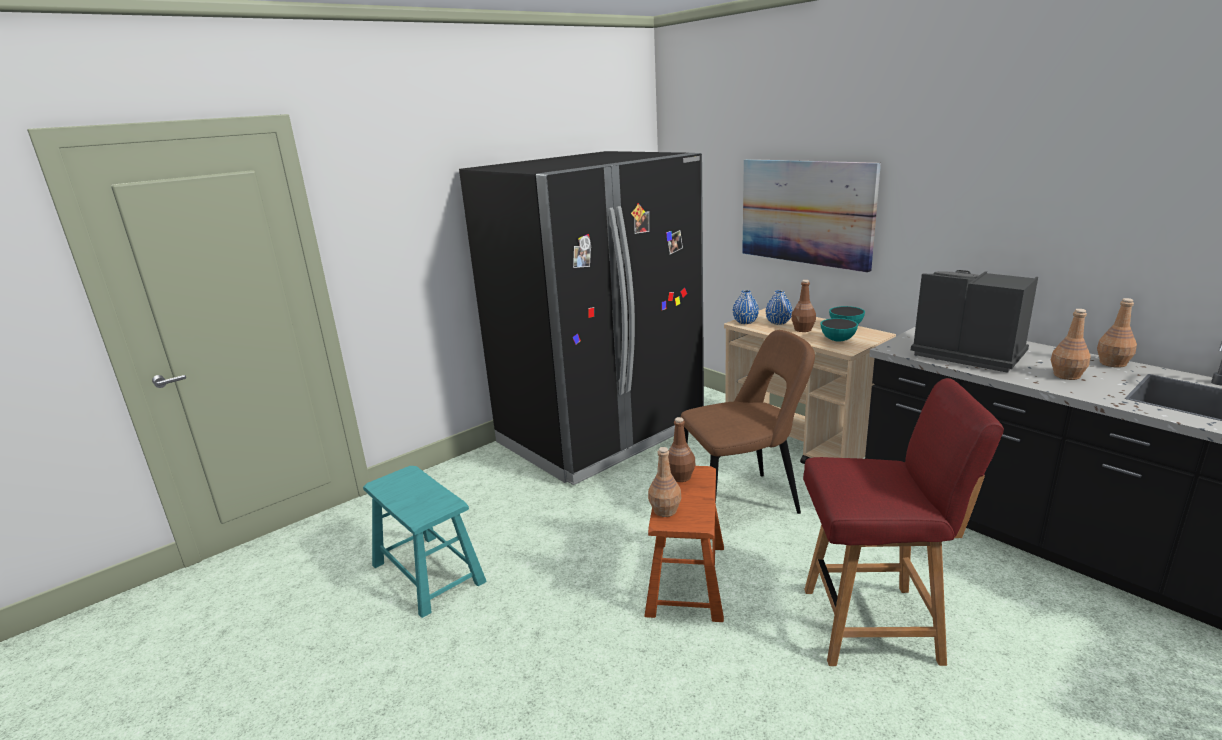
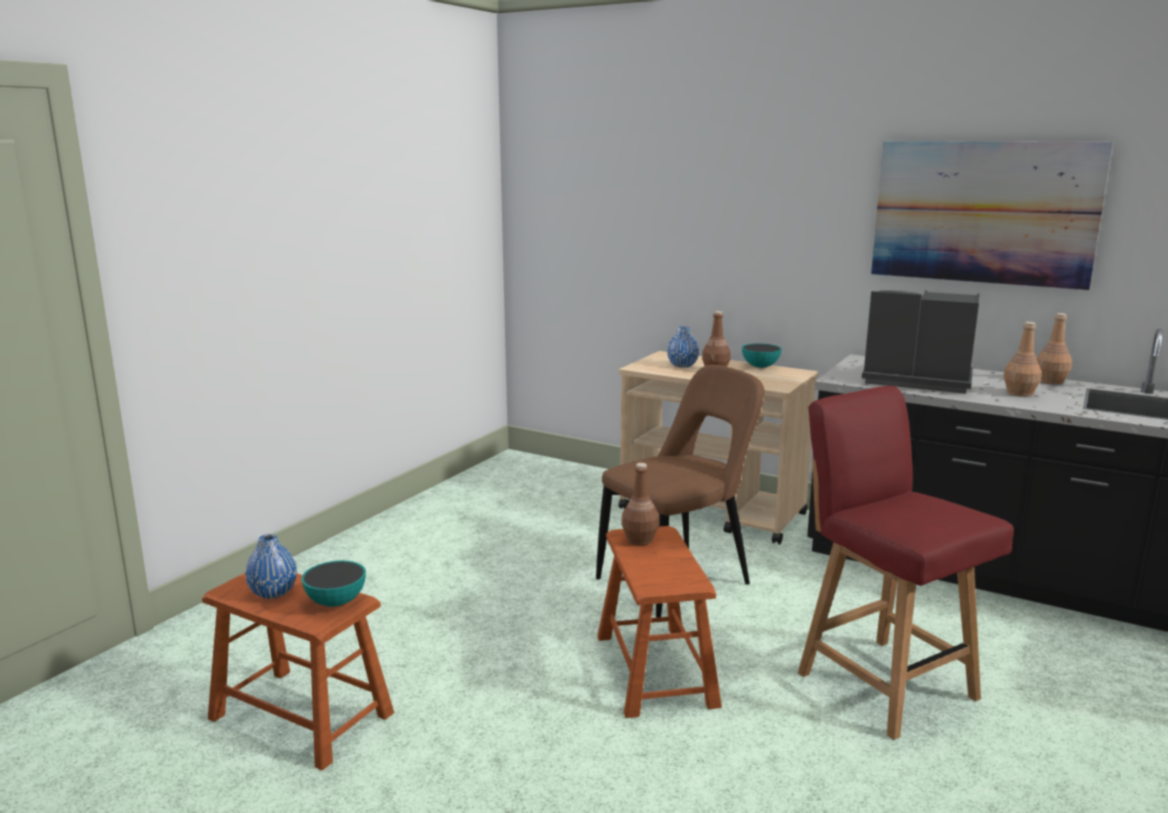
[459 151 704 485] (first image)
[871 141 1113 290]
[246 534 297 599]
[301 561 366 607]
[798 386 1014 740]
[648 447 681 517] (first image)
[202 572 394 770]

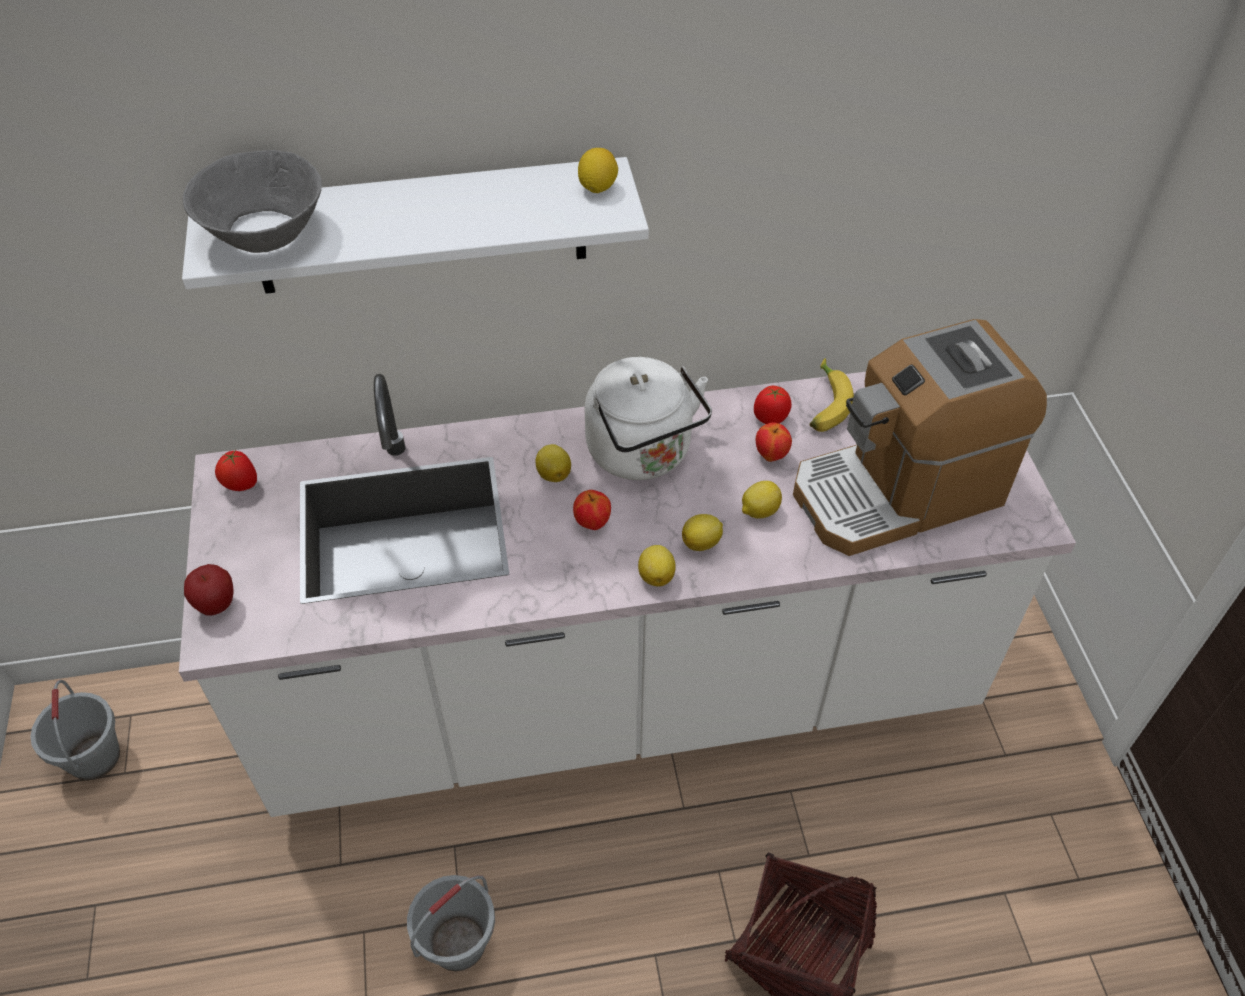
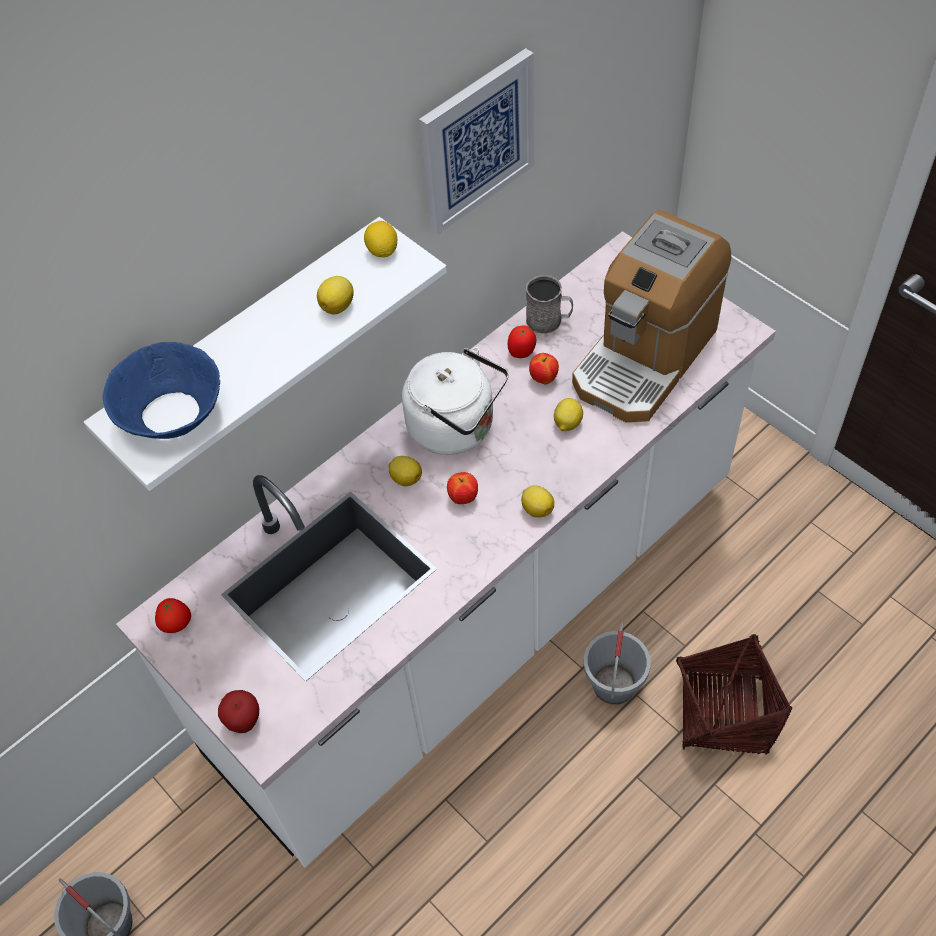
[102 342 220 439]
[526 275 573 334]
[317 276 354 314]
[584 621 651 704]
[419 48 534 235]

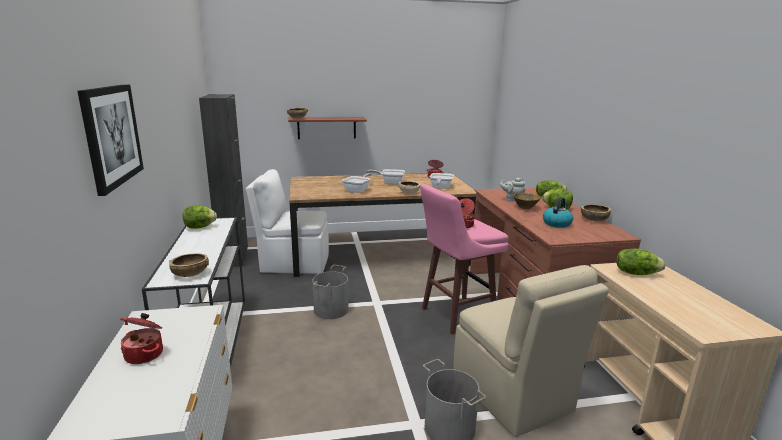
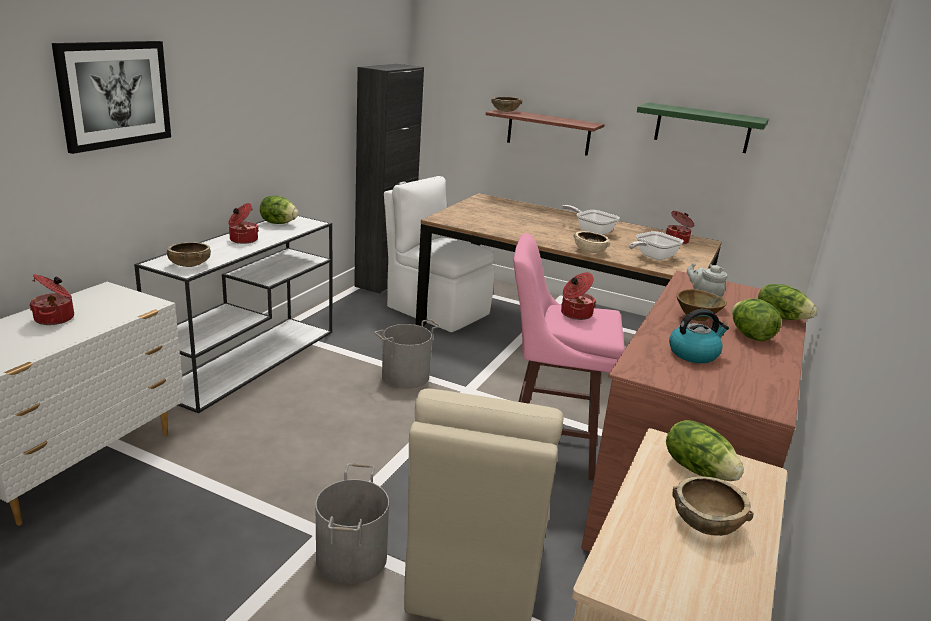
[342 173 371 193] (first image)
[672 476 754 536]
[637 103 769 153]
[229 203 259 244]

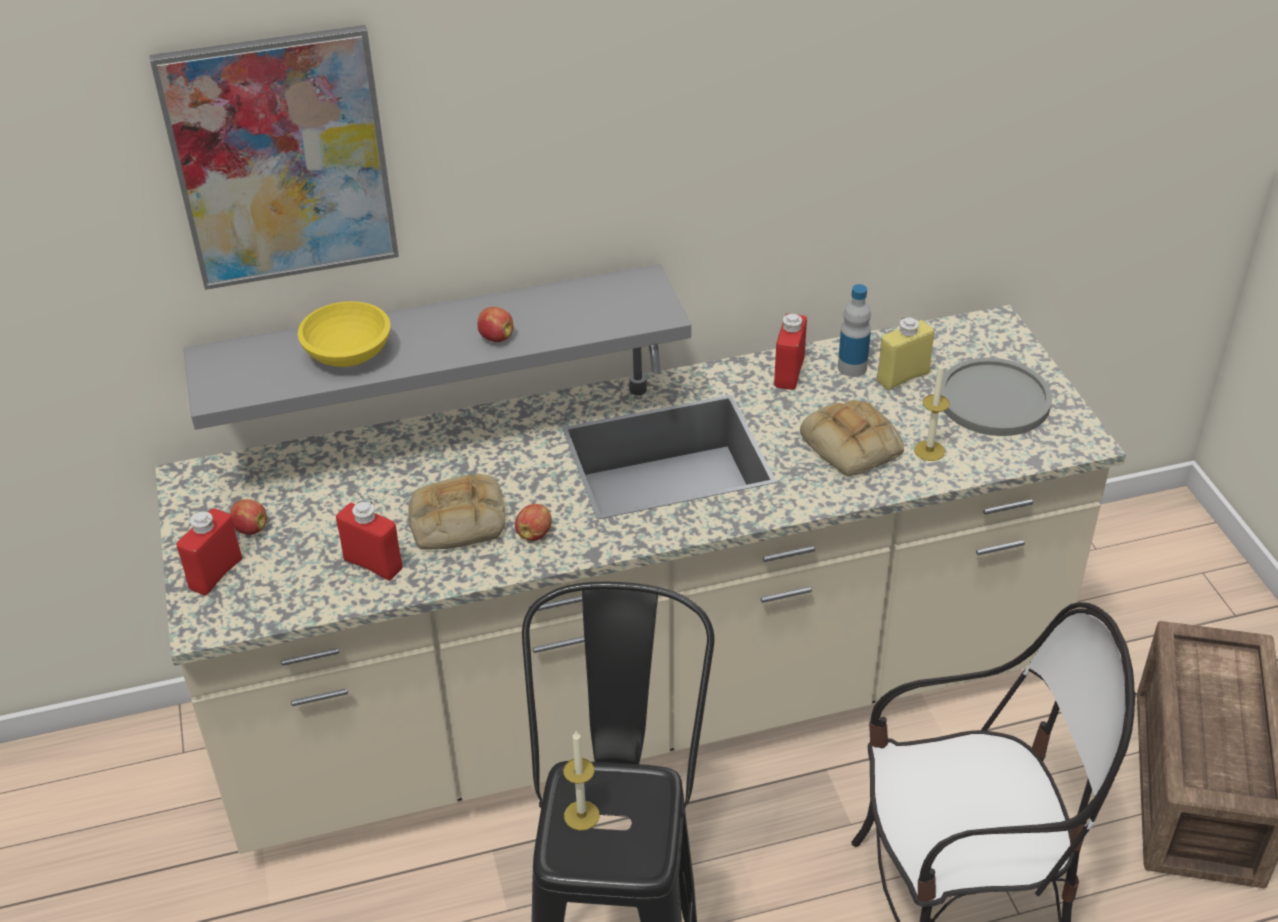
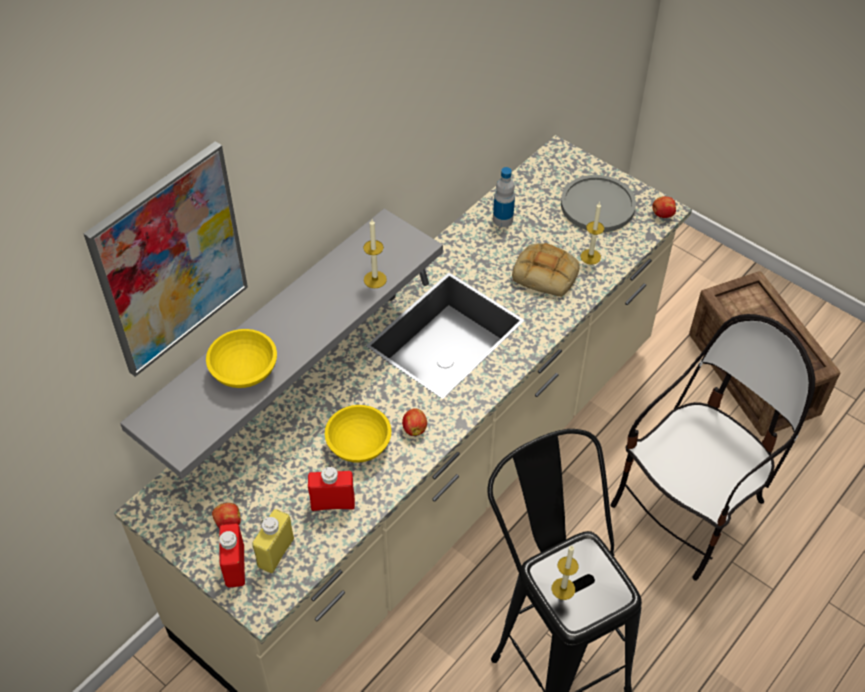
[652 196 676 218]
[774 314 807 390] (first image)
[252 509 294 573]
[325 405 391 463]
[363 219 387 288]

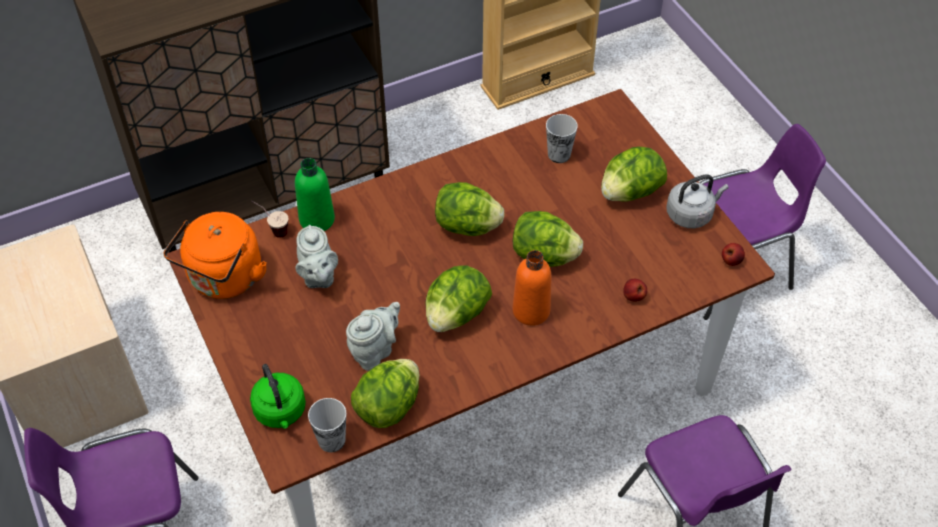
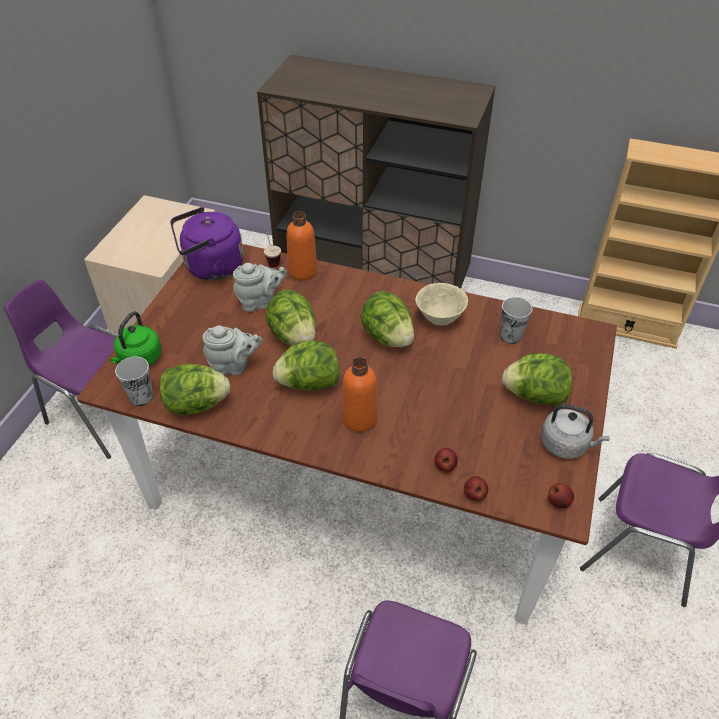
[286 211 317 280]
[265 289 316 346]
[170 207 243 280]
[233 263 287 312]
[415 283 468 325]
[464 476 488 501]

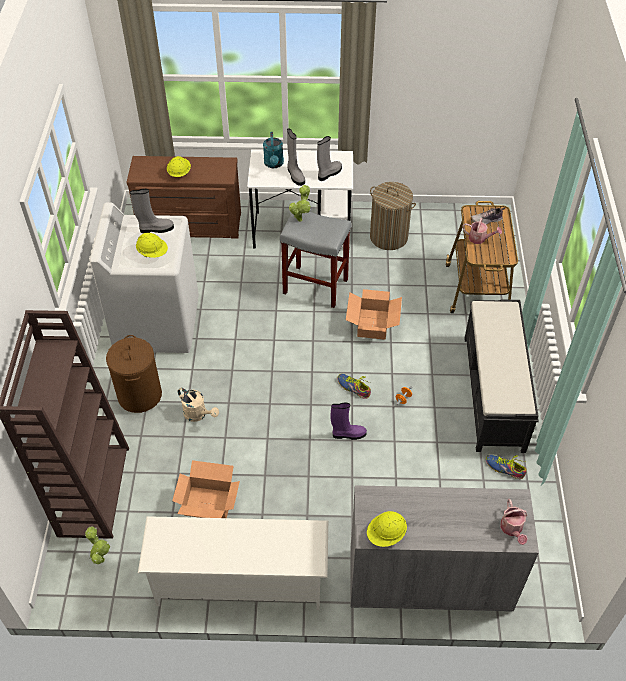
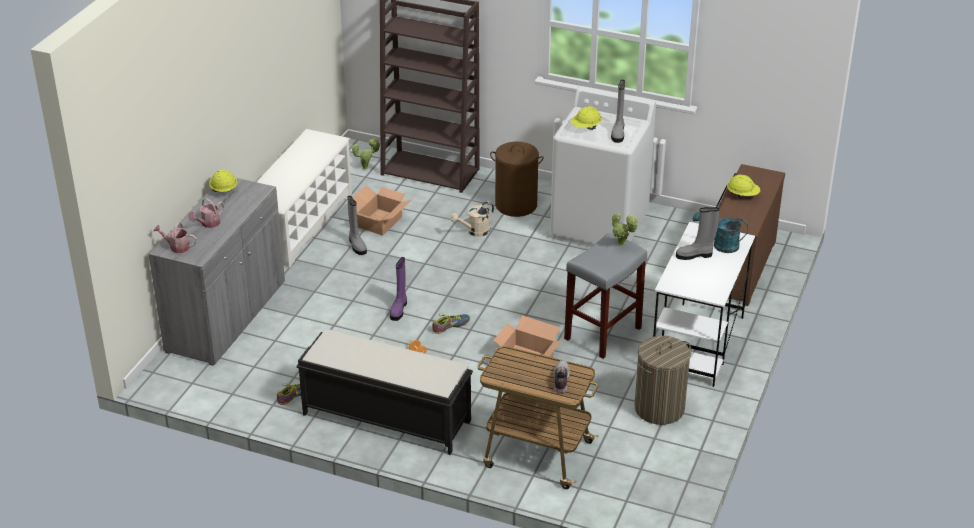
[347 196 367 255]
[188 198 224 228]

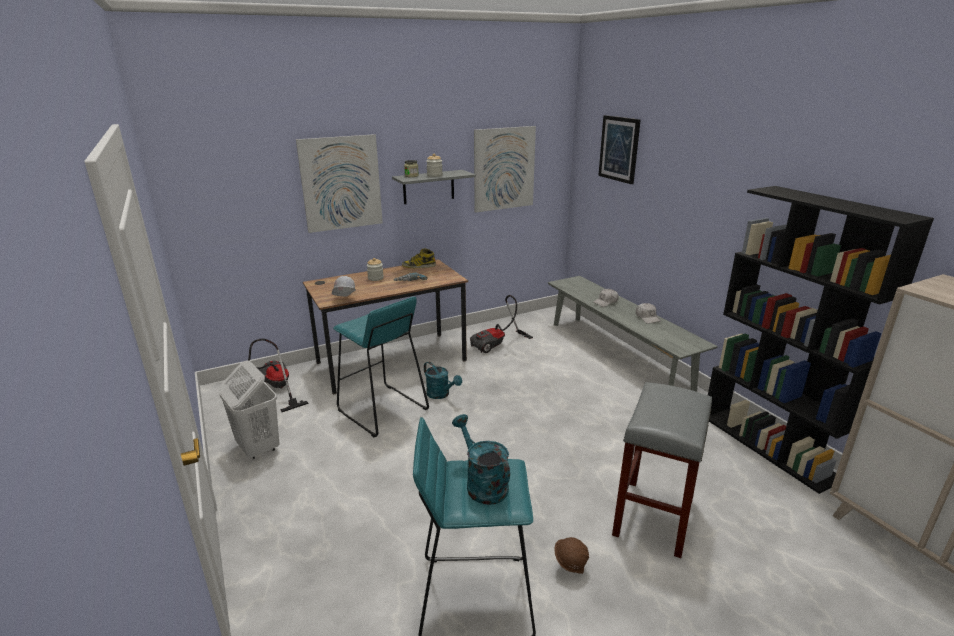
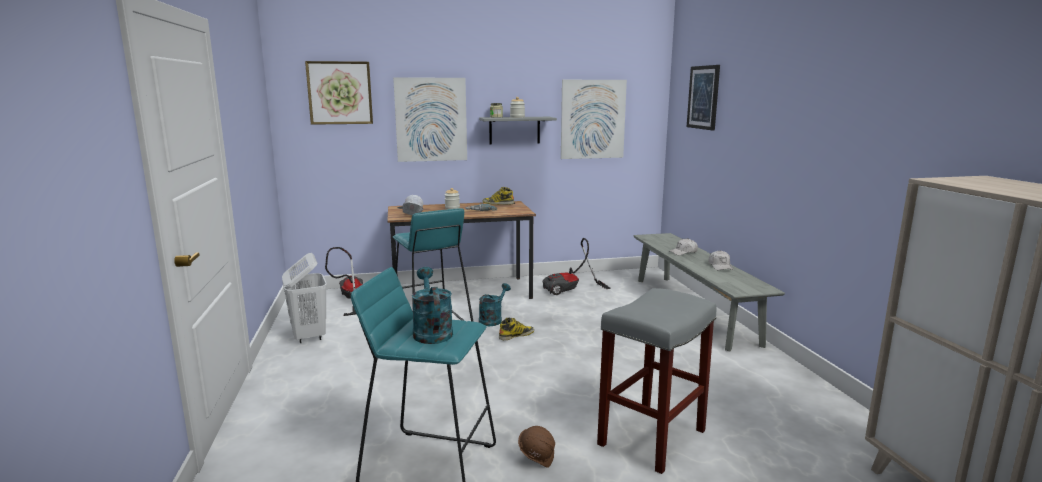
[708 186 934 494] (first image)
[479 283 511 326]
[305 61 373 125]
[499 317 534 340]

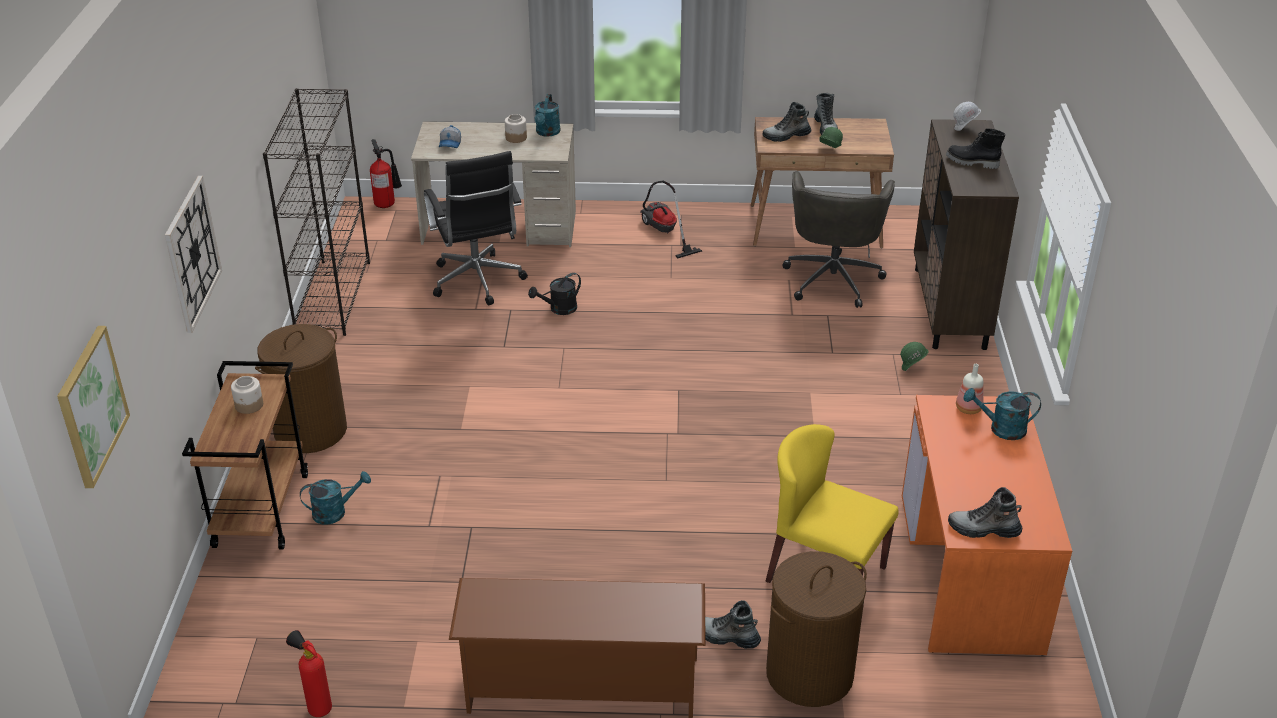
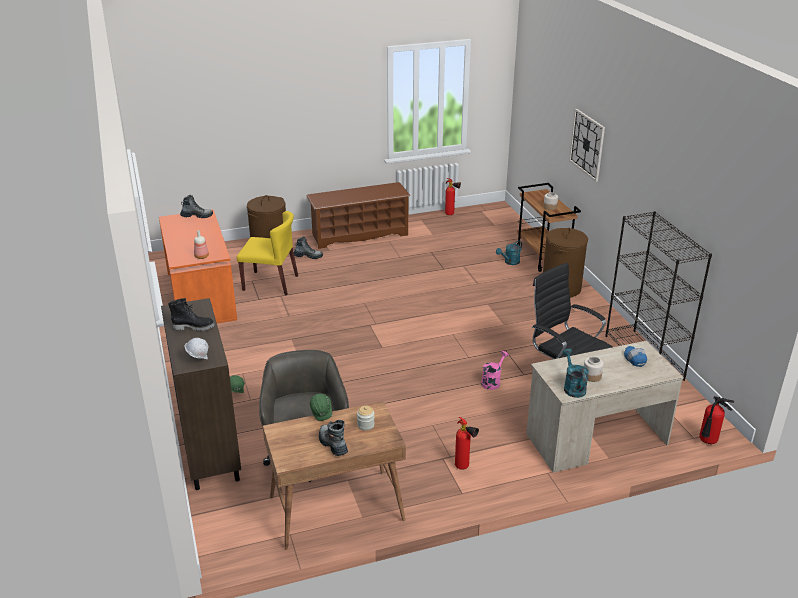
[357 406 375 430]
[455 417 479 470]
[481 351 509 390]
[57 326 130 488] (first image)
[963 388 1041 440] (first image)

